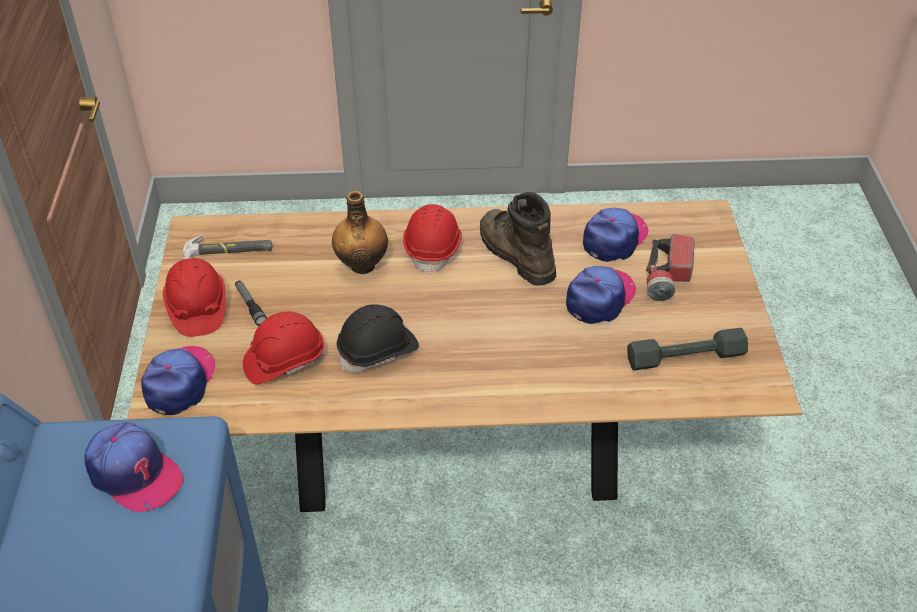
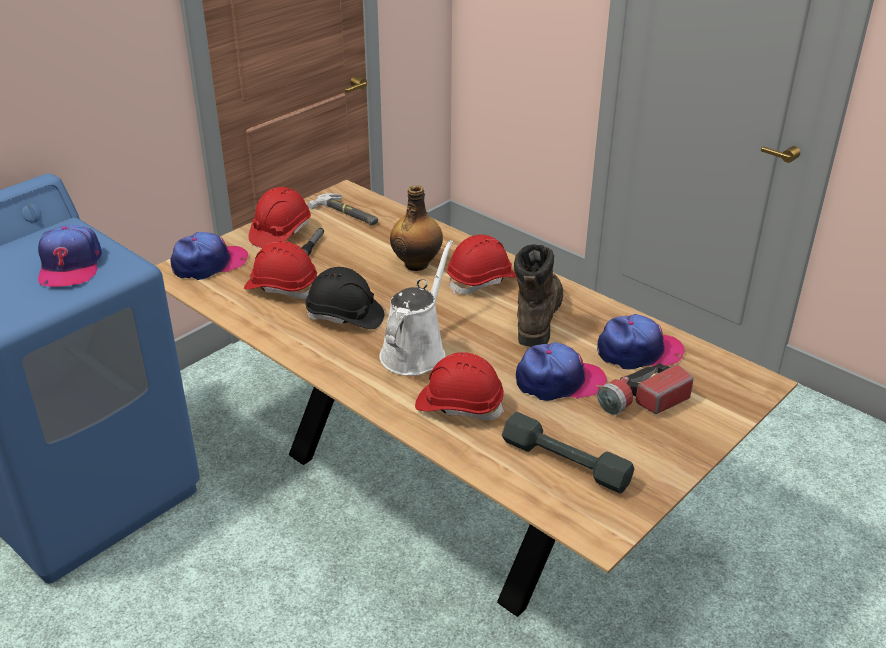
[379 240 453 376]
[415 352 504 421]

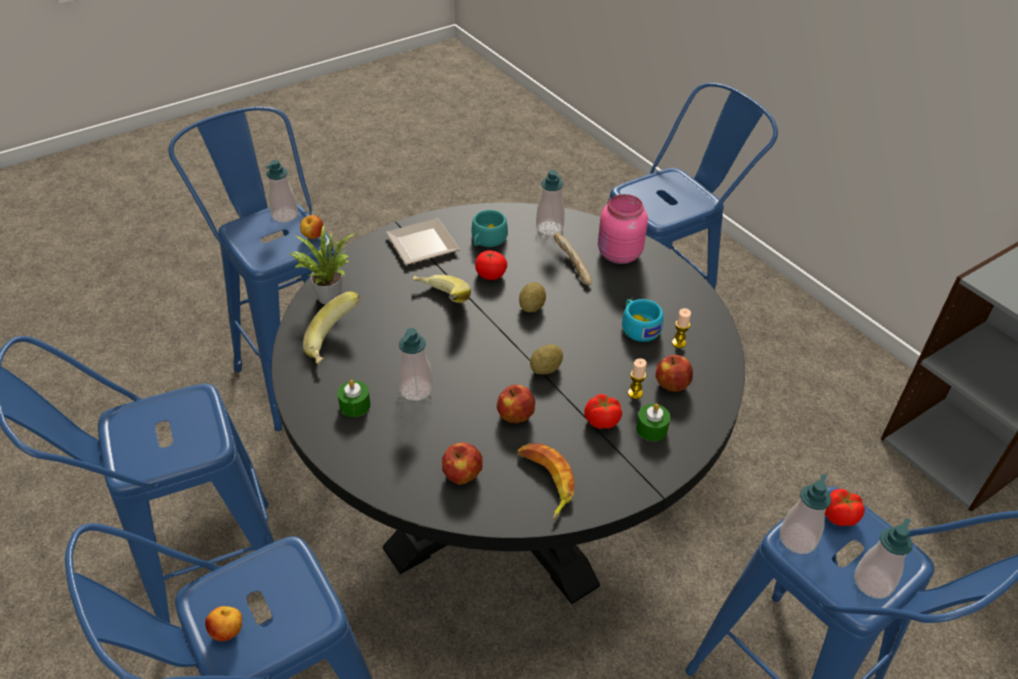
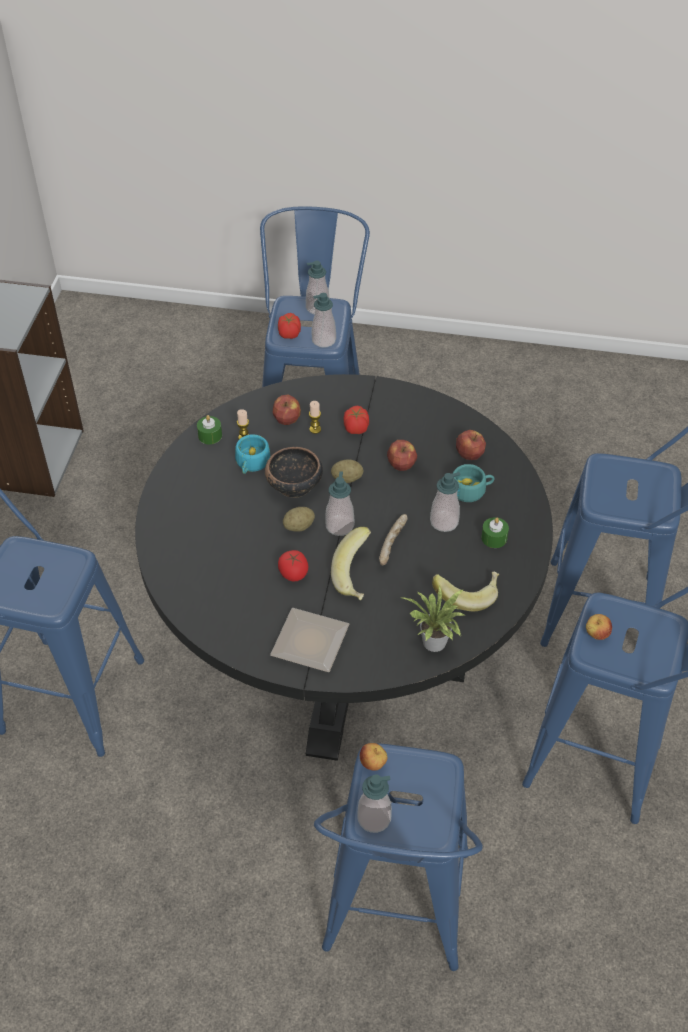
[325 471 354 536]
[598 194 648 264] (first image)
[452 464 494 502]
[379 514 408 566]
[197 415 222 444]
[518 443 575 519] (first image)
[586 614 612 640]
[265 447 323 498]

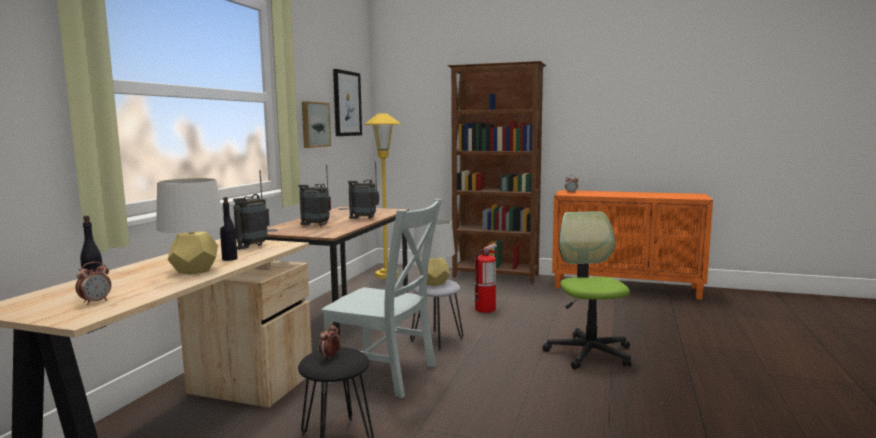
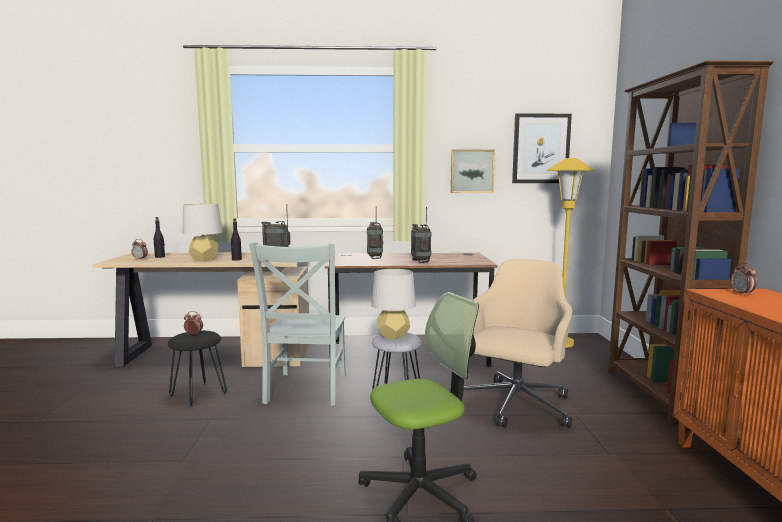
[461 259 572 428]

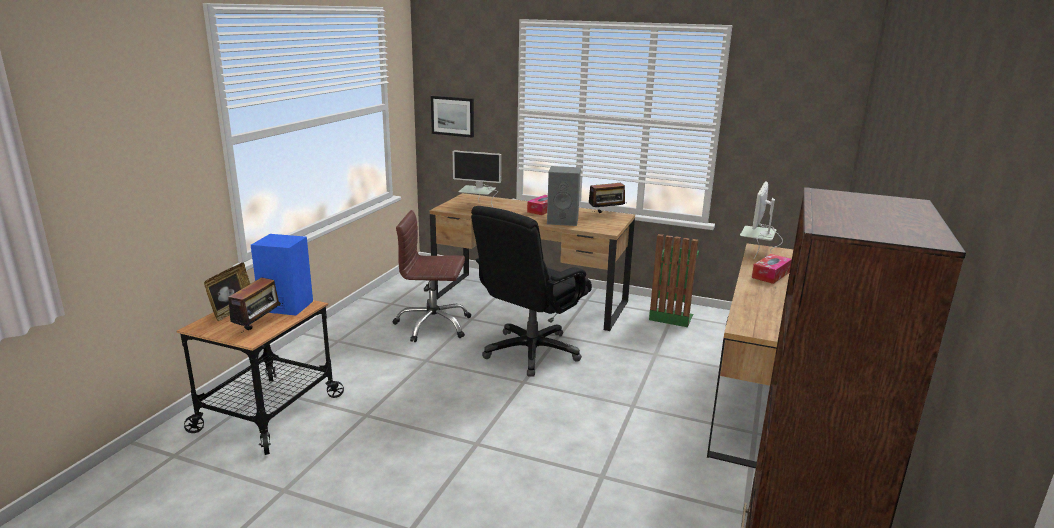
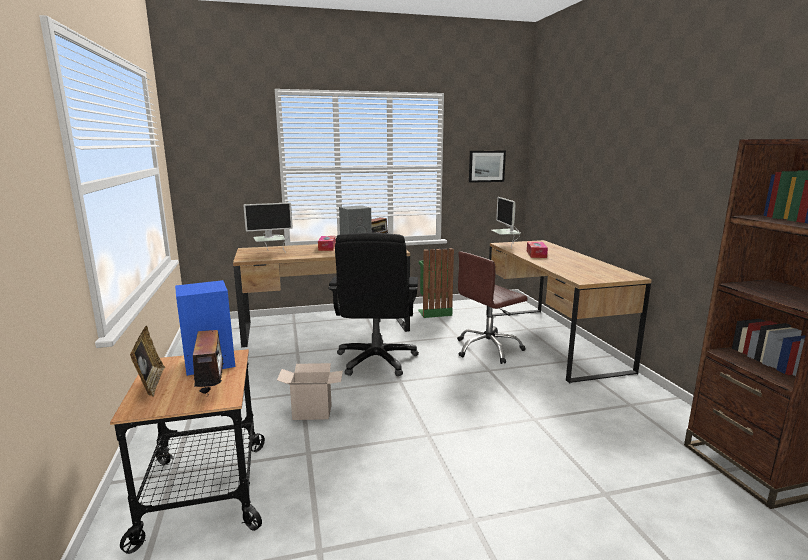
[469 151 506 183]
[457 251 528 364]
[277 363 343 420]

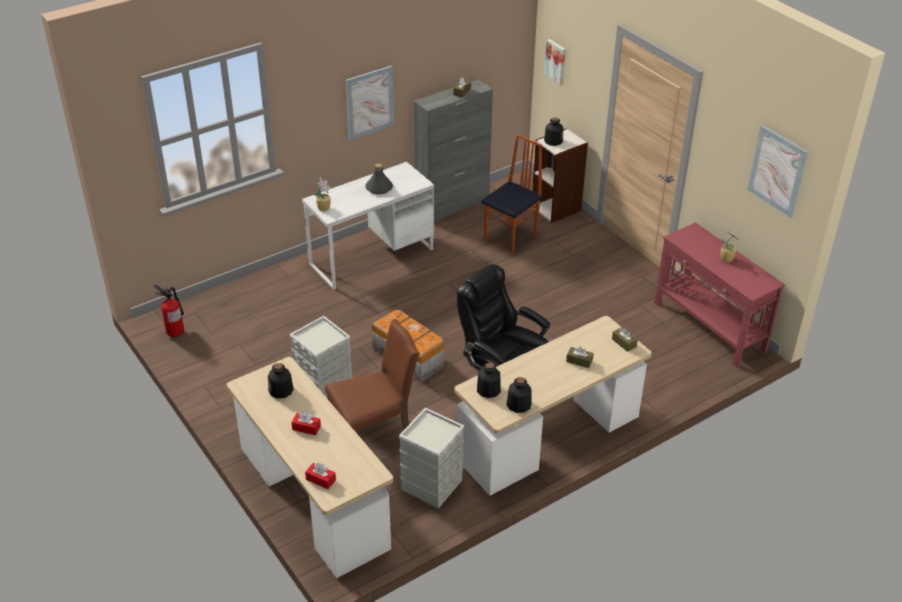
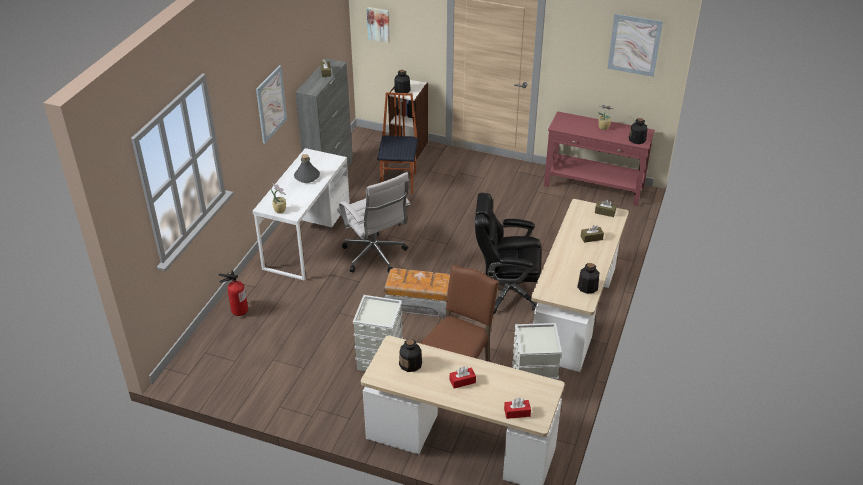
[218 270 248 316]
[629 118 647 144]
[337 172 411 273]

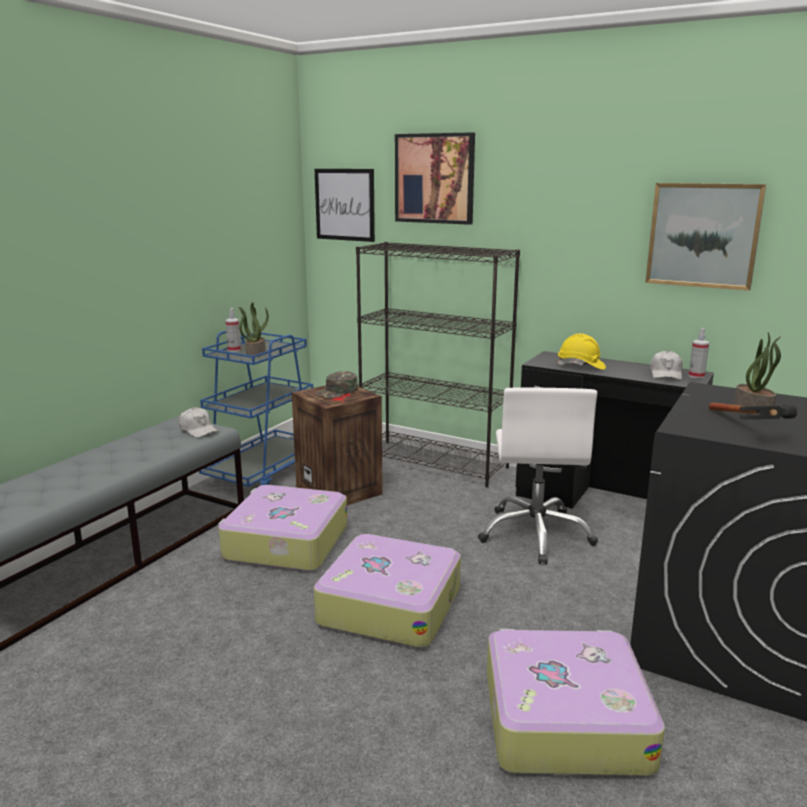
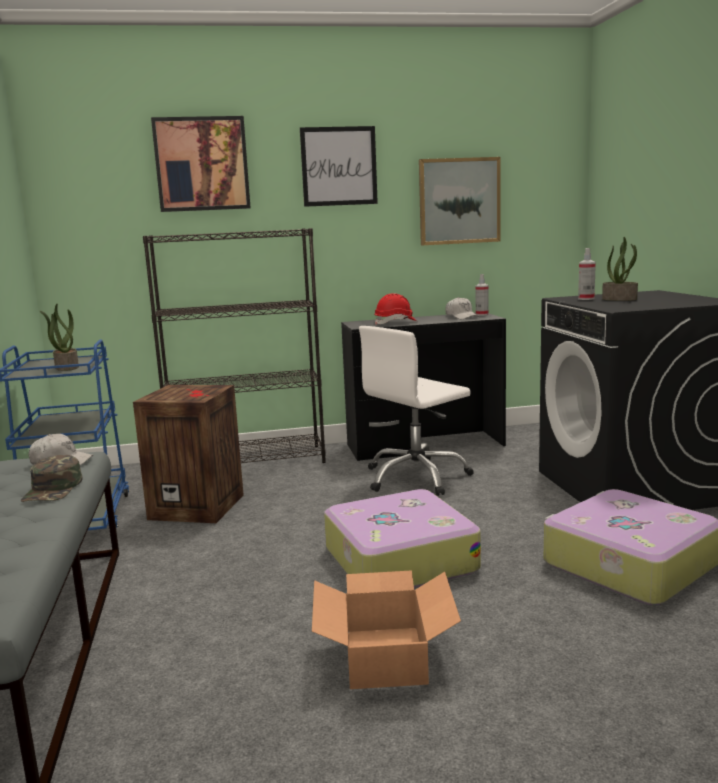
[300 126 378 207]
[578 248 596 300]
[374 293 417 325]
[21 455 82 502]
[359 326 474 496]
[709 403 797 419] (first image)
[218 485 347 572] (first image)
[312 570 461 689]

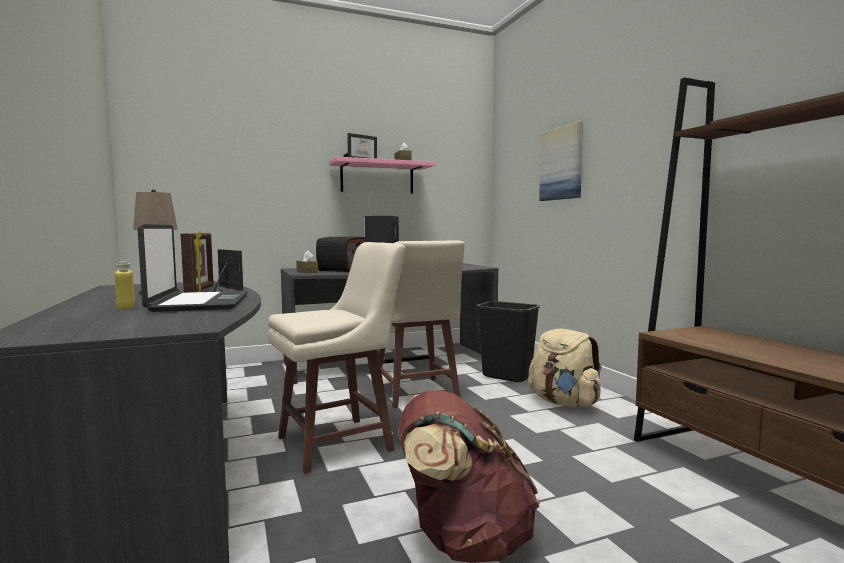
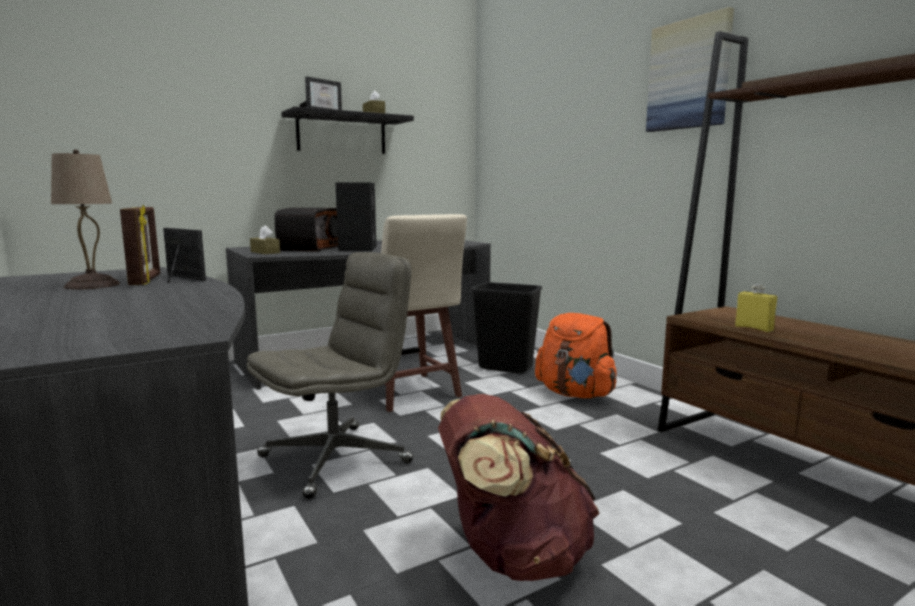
[646 7 734 132]
[281 107 414 154]
[138 224 248 312] (first image)
[247 252 413 499]
[735 284 777 332]
[535 313 617 398]

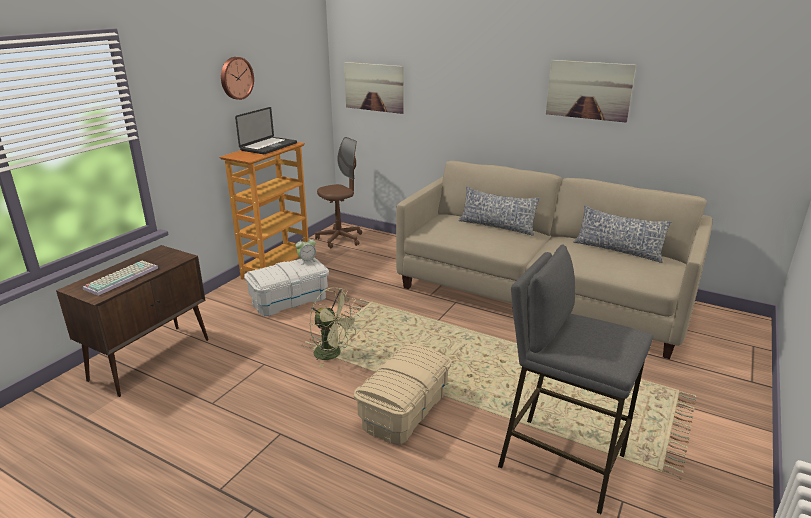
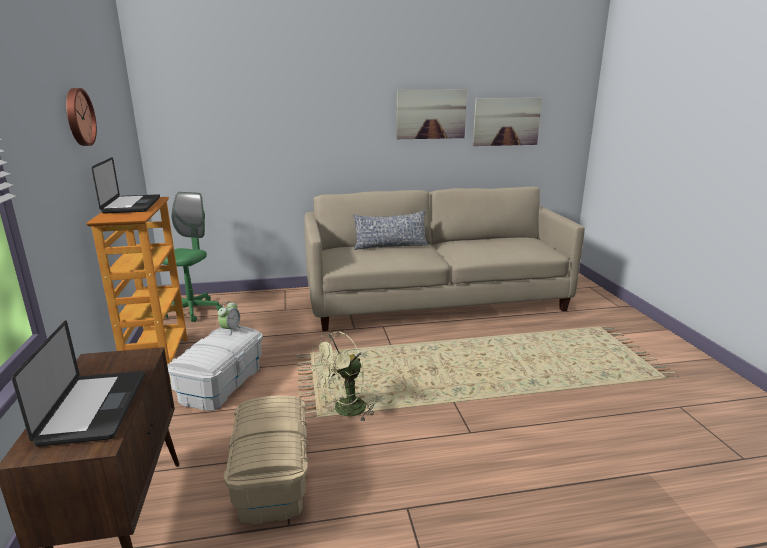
[473 98 542 146]
[162 192 222 322]
[573 205 672 263] (first image)
[498 244 653 514] (first image)
[12 320 145 447]
[310 331 376 421]
[224 395 309 525]

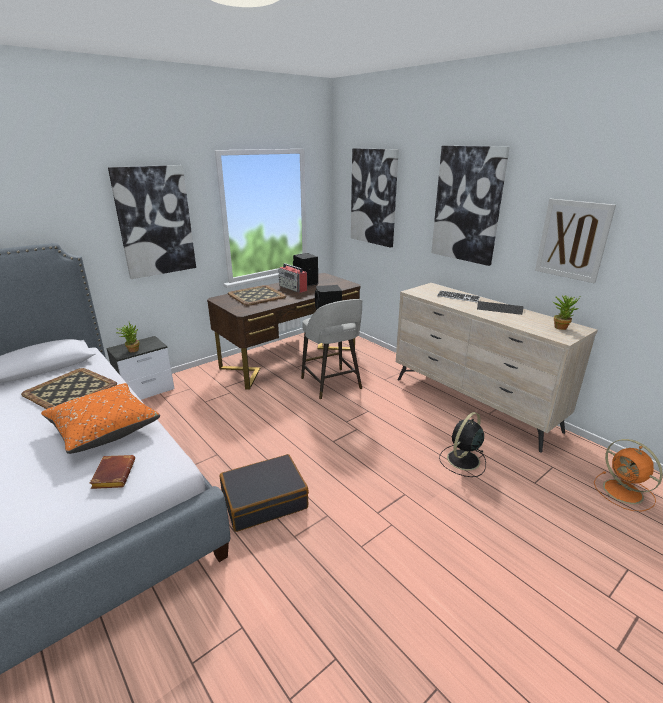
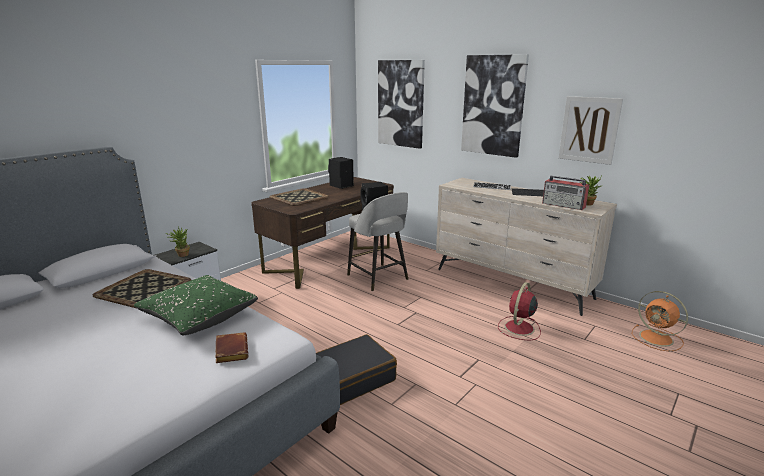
[108 165 196 279] (first image)
[542 176 590 210]
[134 275 258 335]
[498 282 541 340]

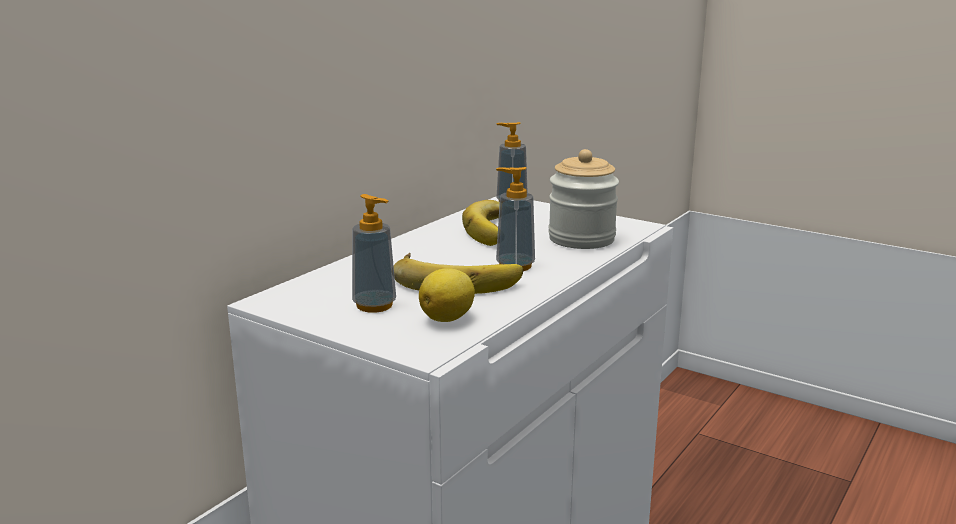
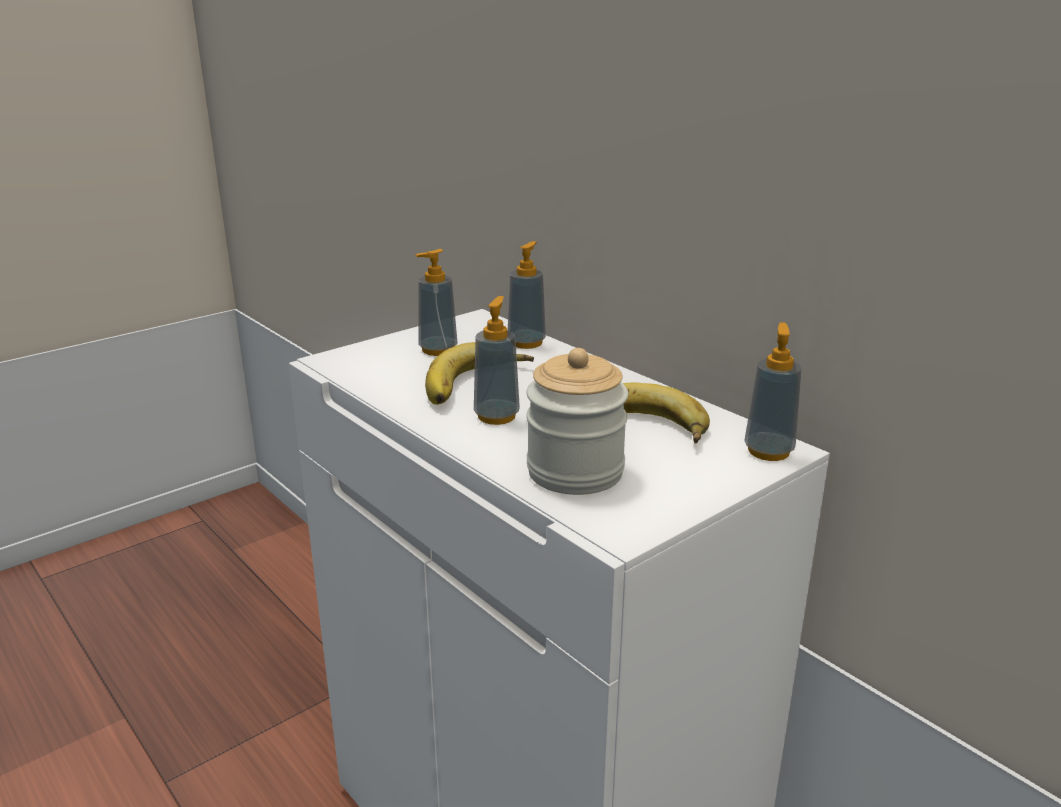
[419 268 475 322] (first image)
[508 241 546 349]

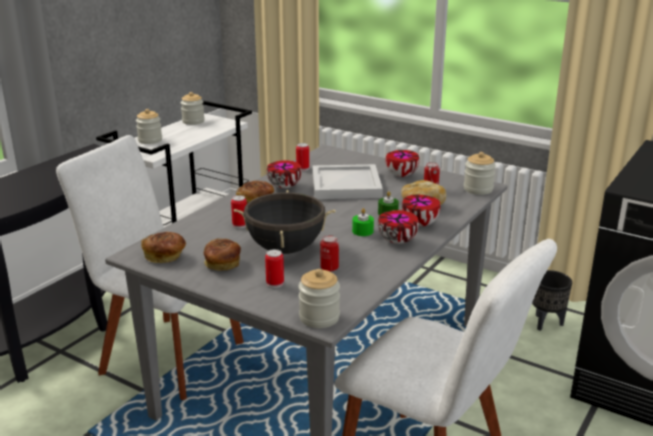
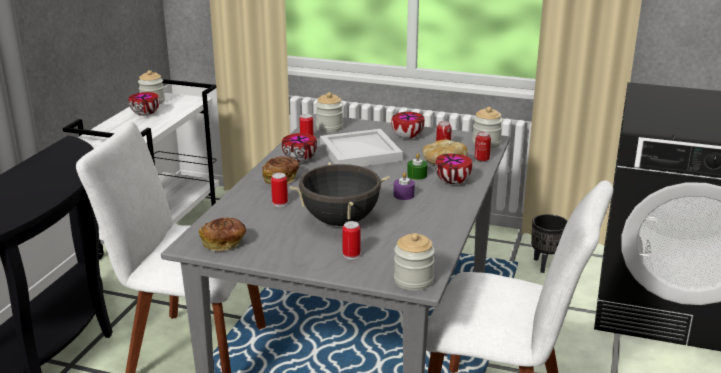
[316 92 343 132]
[394 172 415 200]
[128 92 160 116]
[474 131 491 162]
[204 238 241 271] (first image)

